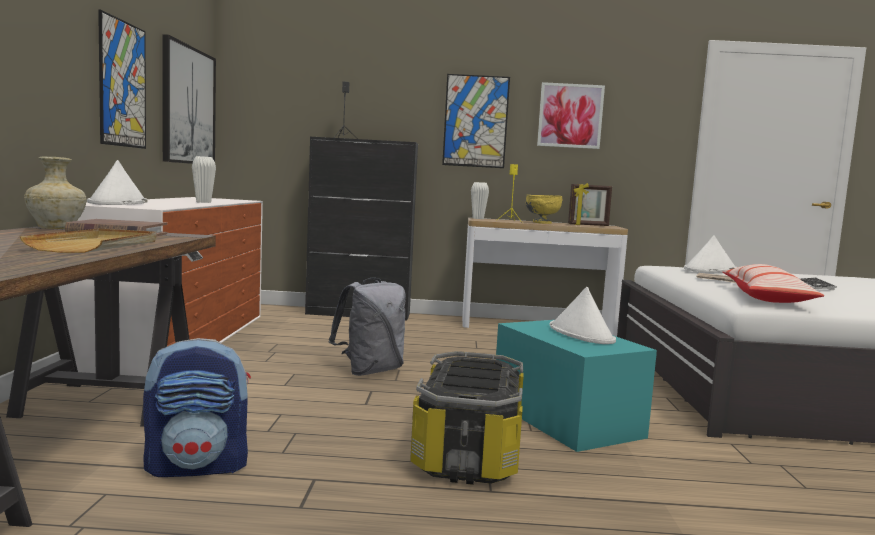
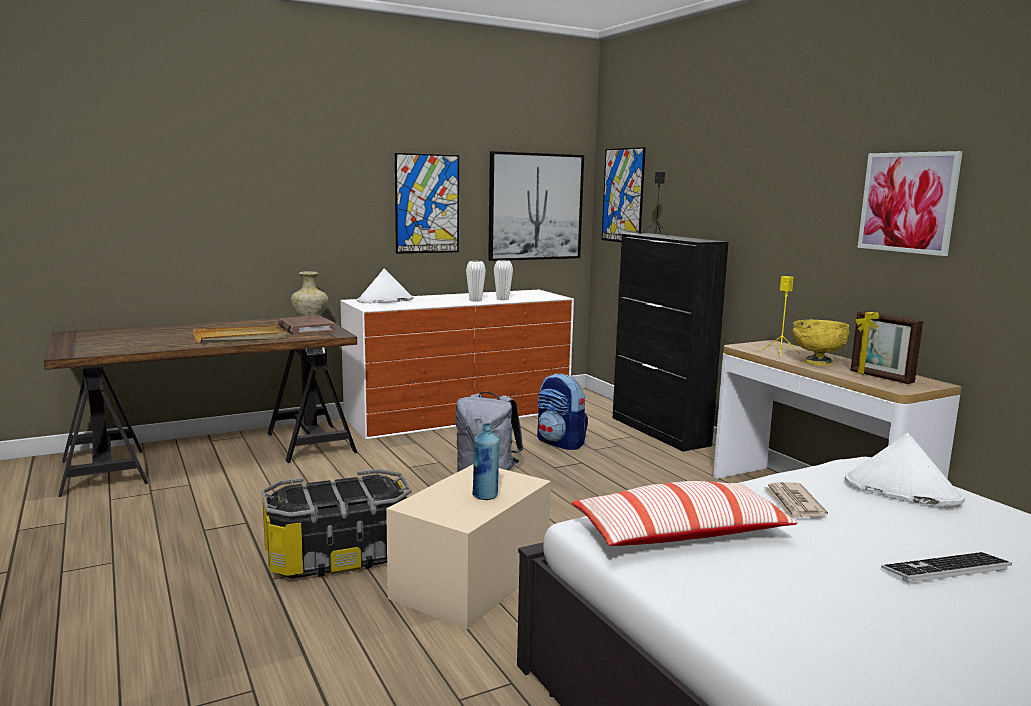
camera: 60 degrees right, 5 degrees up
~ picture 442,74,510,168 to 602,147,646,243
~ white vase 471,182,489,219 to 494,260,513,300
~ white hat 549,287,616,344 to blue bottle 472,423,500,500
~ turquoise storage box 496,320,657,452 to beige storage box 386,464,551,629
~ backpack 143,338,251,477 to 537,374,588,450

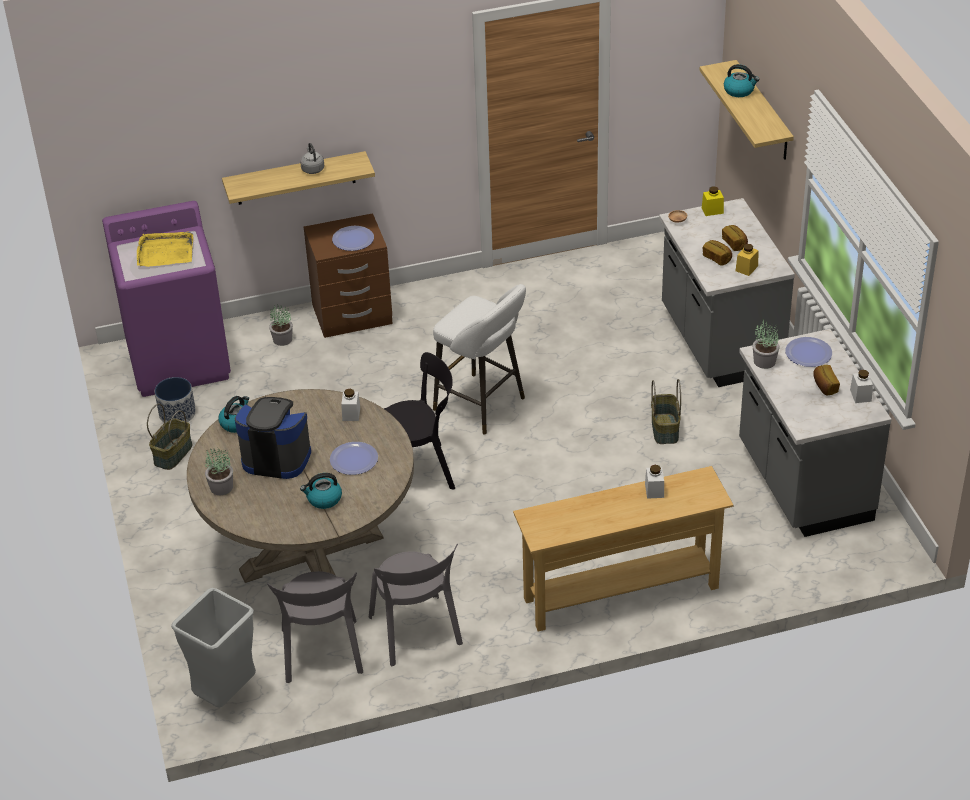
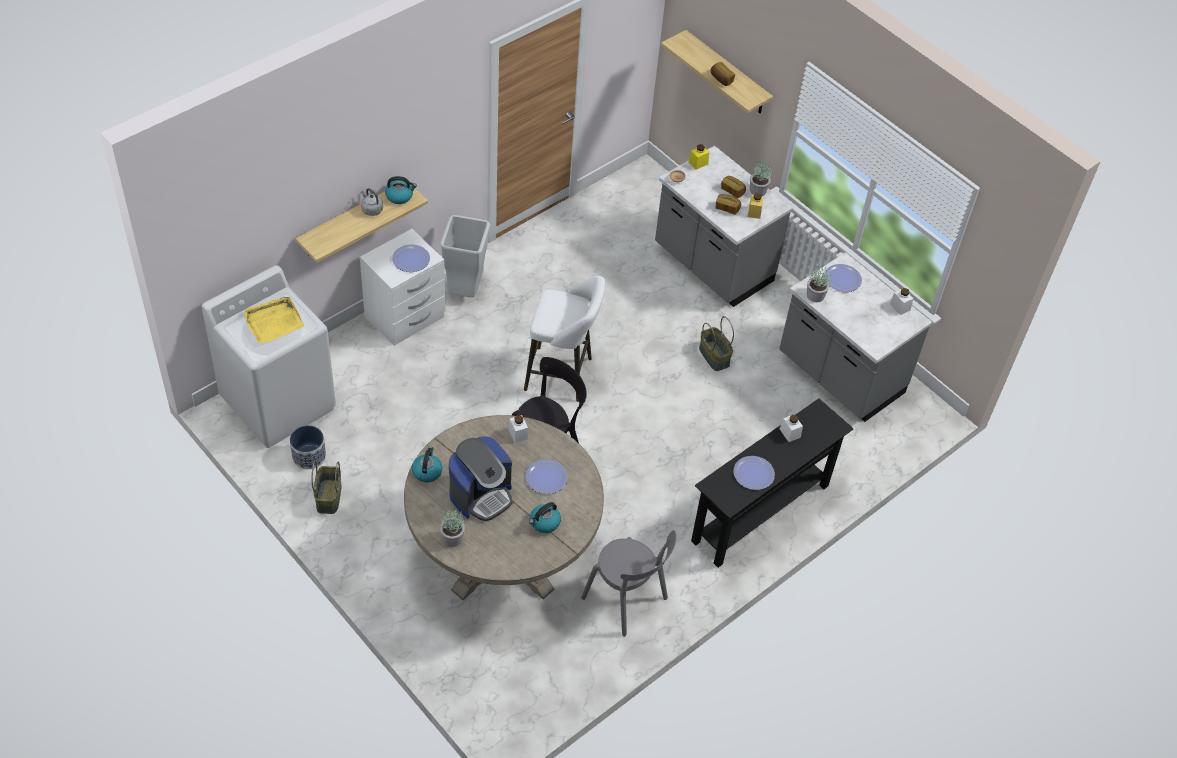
camera: 30 degrees left, 10 degrees up
~ kettle 724,64,760,97 to 385,176,417,204
~ purple washing machine 102,201,231,397 to white washing machine 202,265,336,448
~ brown nightstand 304,213,393,338 to white nightstand 360,229,445,346
~ potted plant 269,304,293,346 to 750,161,772,196
~ bread 813,365,840,395 to 711,62,735,86
~ coffee machine 234,397,311,479 = 449,436,513,521 150 degrees clockwise
~ beige console table 513,466,734,632 to black console table 691,398,854,568
- grey chair 267,571,363,683
~ grey trash can 171,588,256,708 to 440,215,490,298
+ plate 733,456,775,490

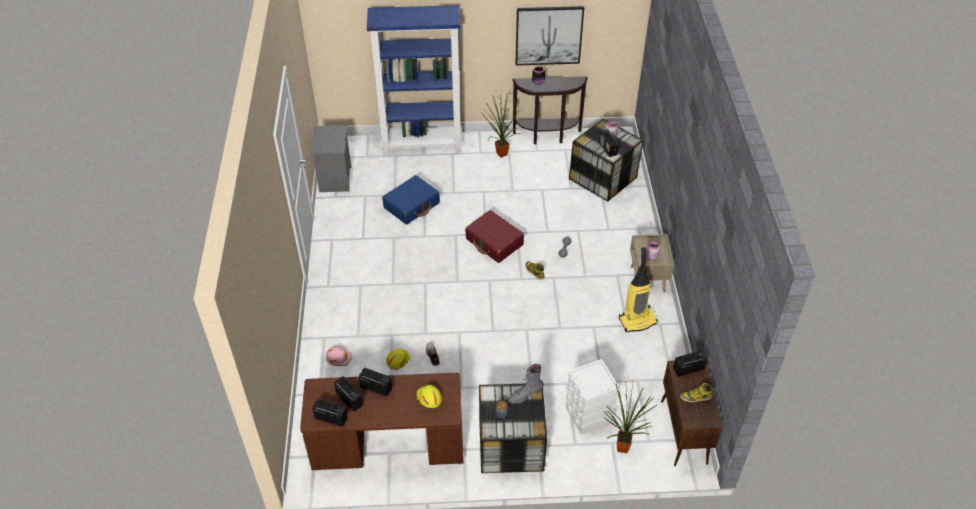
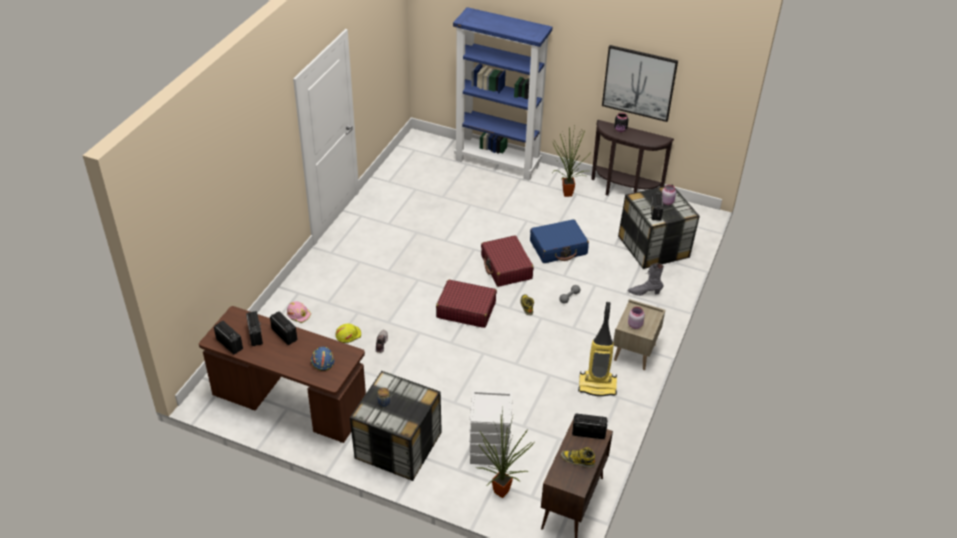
camera: 25 degrees right, 5 degrees down
- grey nightstand 311,125,351,192
~ blue suitcase 382,175,440,225 to 530,219,589,263
~ grey boot 506,364,544,404 to 628,263,664,296
~ yellow hard hat 416,385,442,409 to blue hard hat 311,347,334,371
+ red suitcase 436,280,497,328

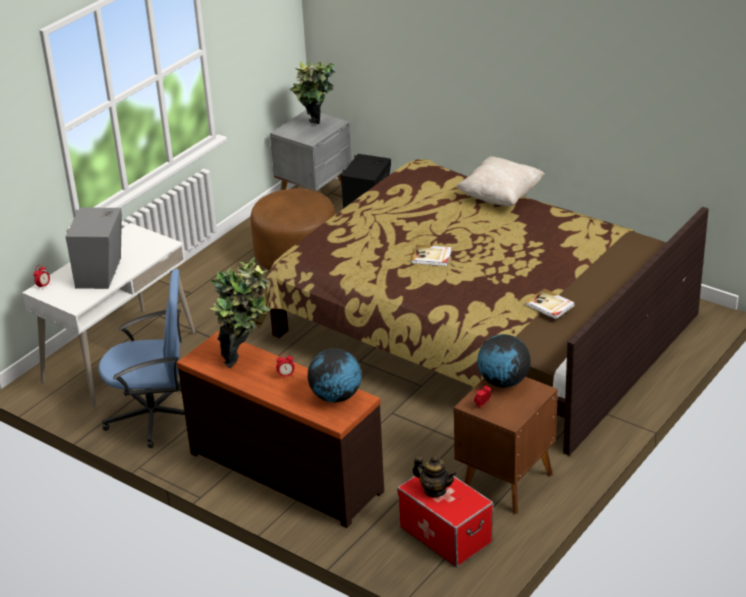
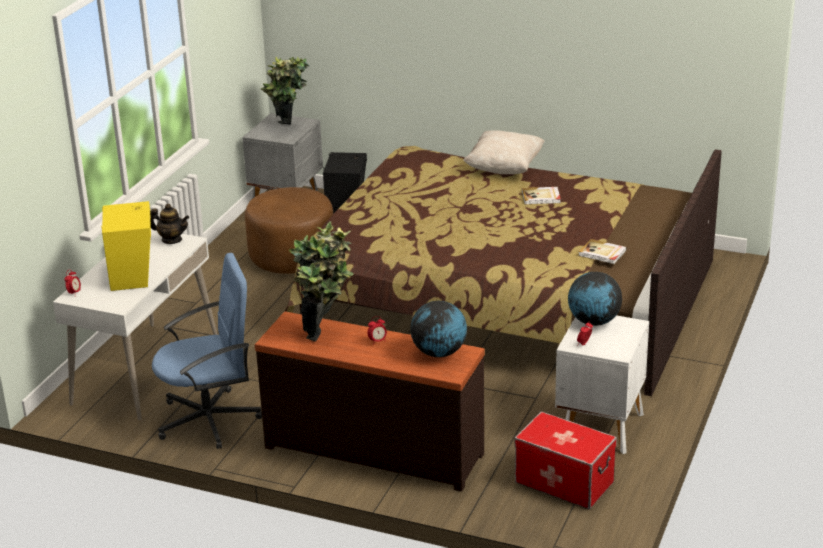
camera: 15 degrees left, 5 degrees down
~ grey speaker 66,207,122,289 to yellow speaker 101,201,151,291
~ book 411,245,452,266 to 522,187,561,205
~ brown nightstand 454,377,558,514 to white nightstand 555,315,649,454
~ teapot 413,456,456,497 to 150,204,189,244

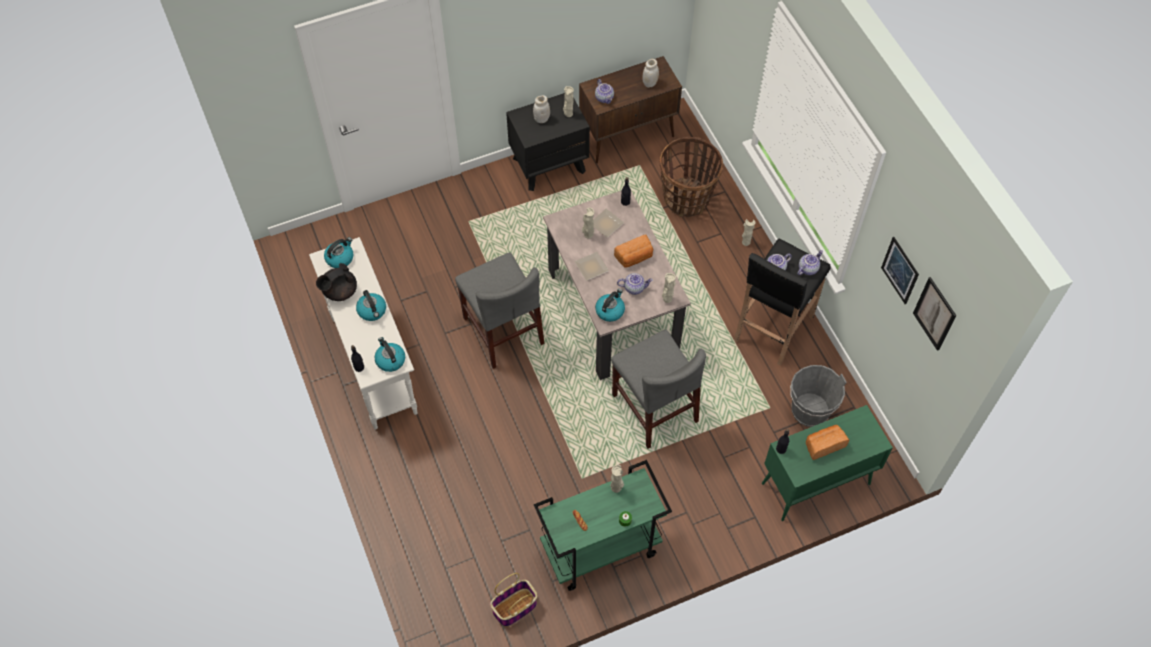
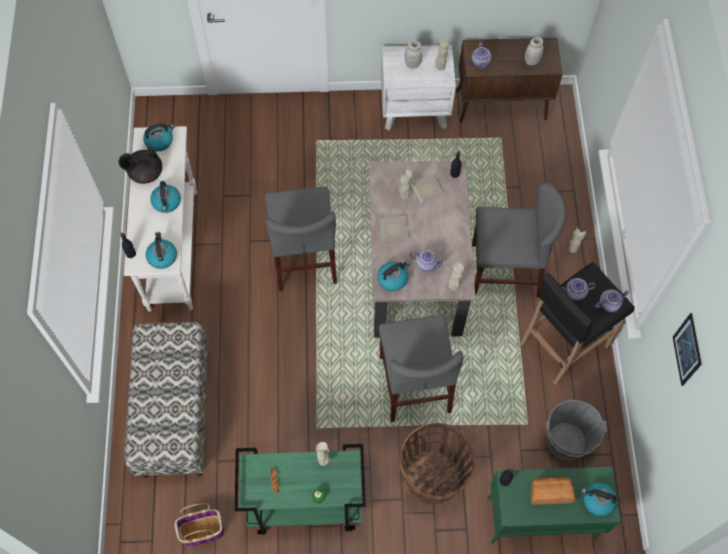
camera: 20 degrees right, 5 degrees up
~ black nightstand 506,93,590,191 to white nightstand 381,45,456,131
~ basket 660,137,723,217 to 400,423,475,504
- bread 614,234,653,268
- picture 913,277,956,351
+ grey chair 472,183,566,297
+ bench 125,322,207,478
+ kettle 581,483,617,516

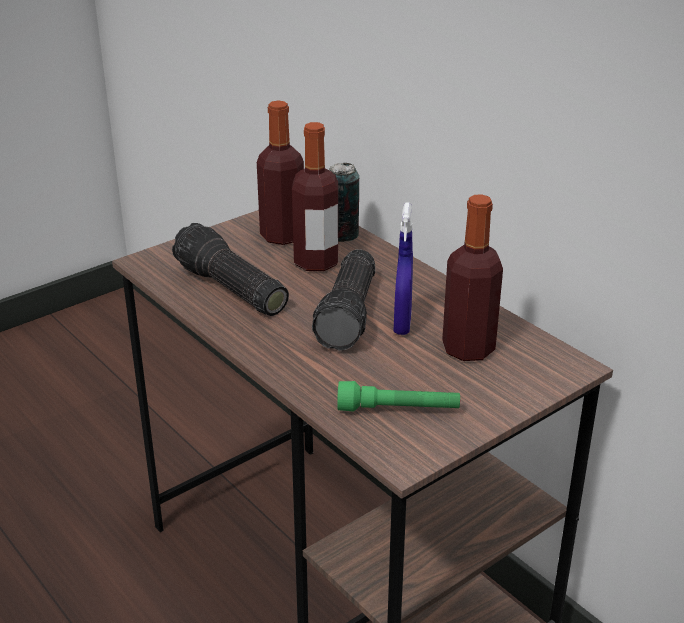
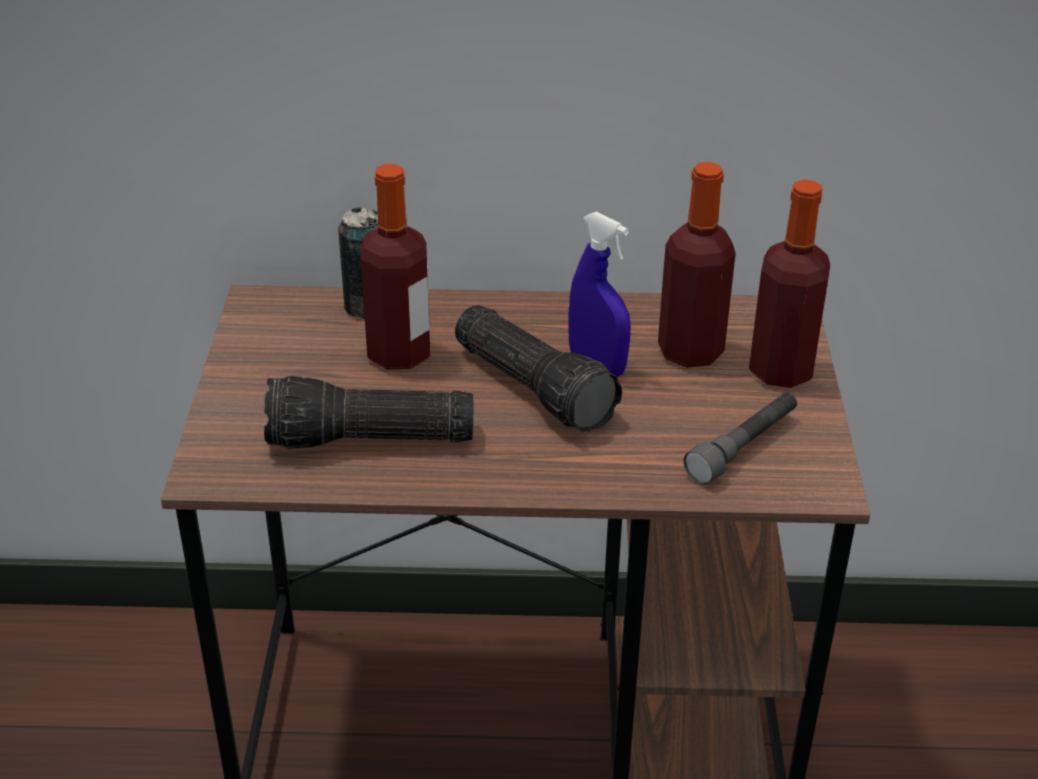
camera: 50 degrees left, 5 degrees up
~ bottle 257,101,304,245 to 749,179,830,388
~ green flashlight 337,381,460,412 to grey flashlight 684,392,797,484

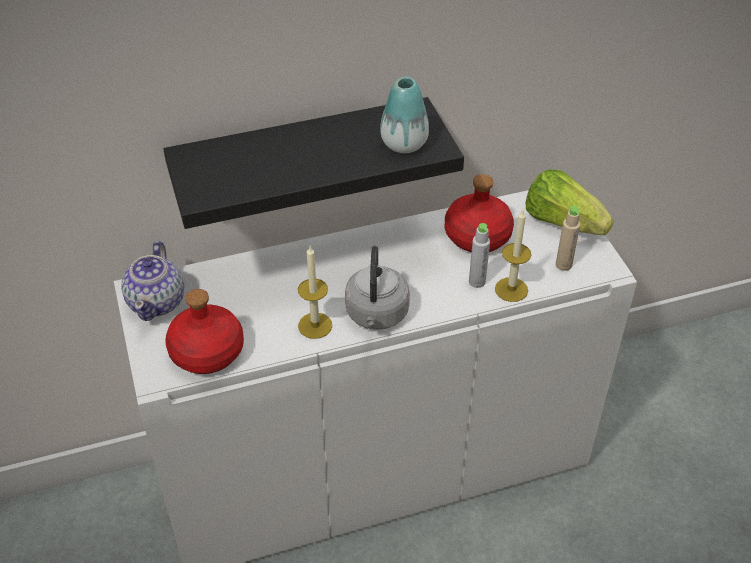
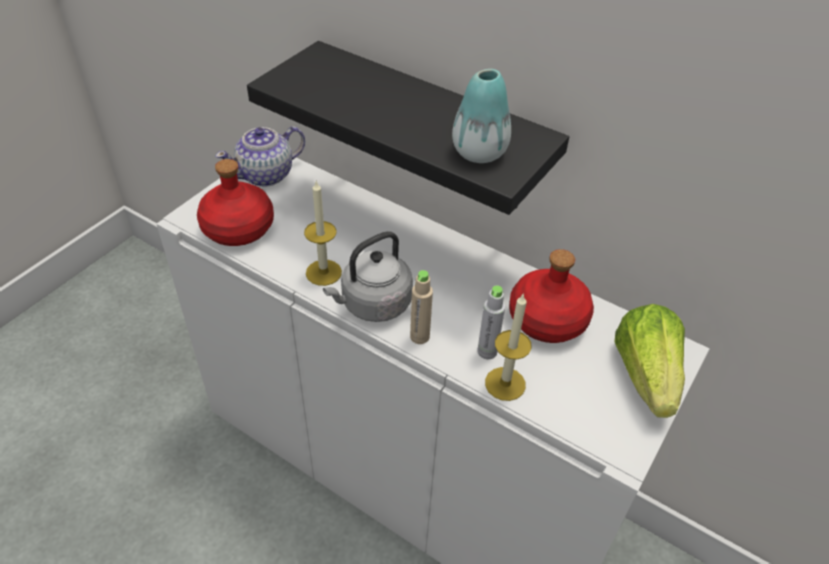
camera: 50 degrees right, 0 degrees up
~ beige bottle 556,206,580,271 to 410,270,433,344

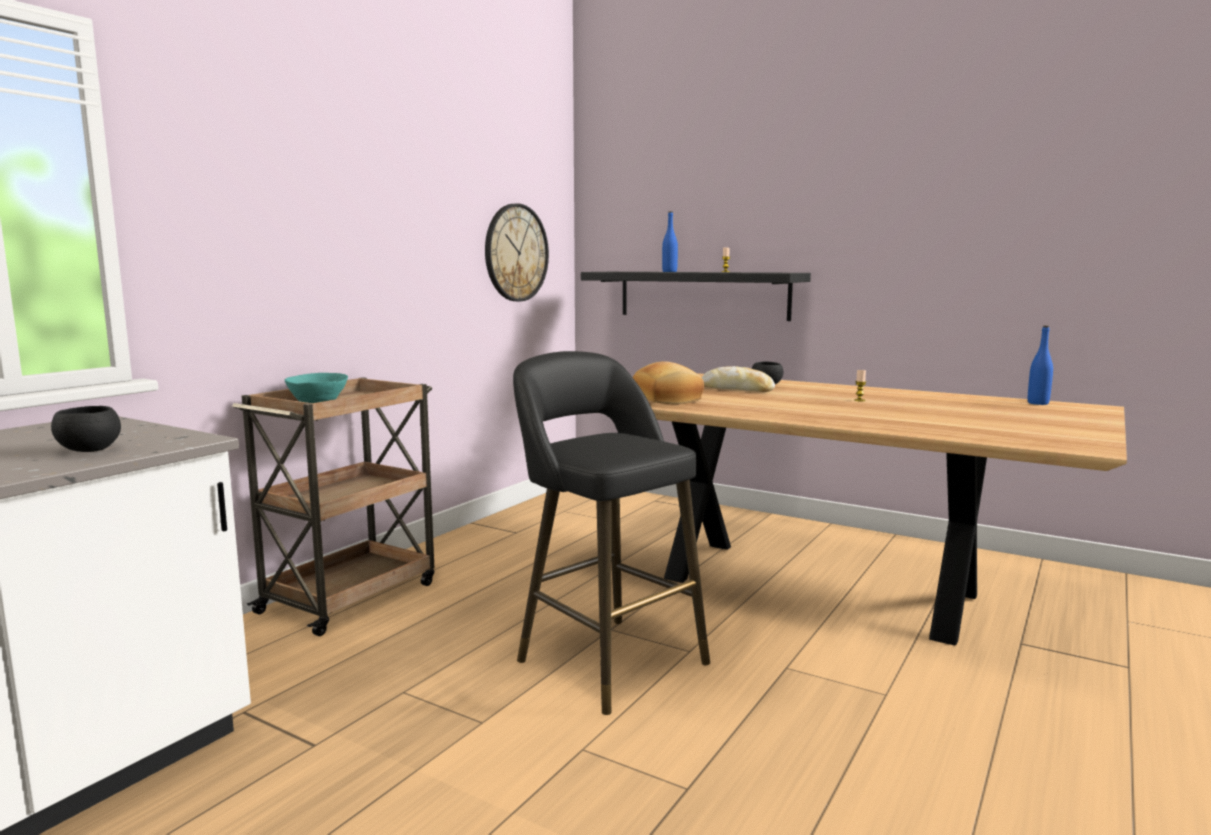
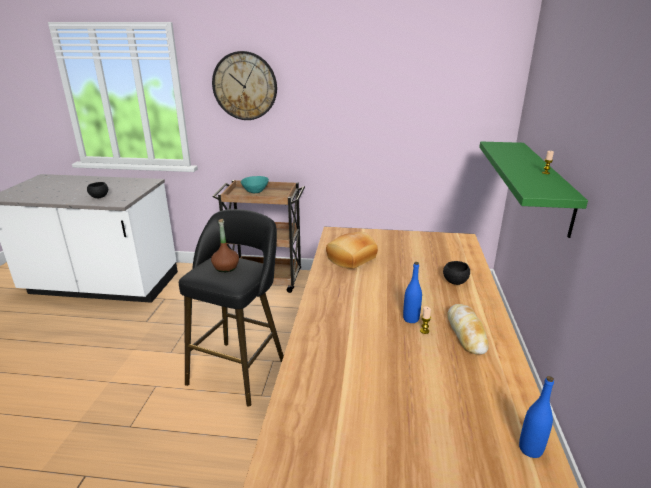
camera: 65 degrees right, 15 degrees up
~ wall clock 485,204,549,302 to 212,51,277,120
~ blue bottle 662,211,678,272 to 403,262,422,323
~ black shelf 581,272,811,321 to green shelf 479,142,588,238
~ bread 702,366,775,392 to 447,304,489,354
+ brown bottle 211,219,239,273

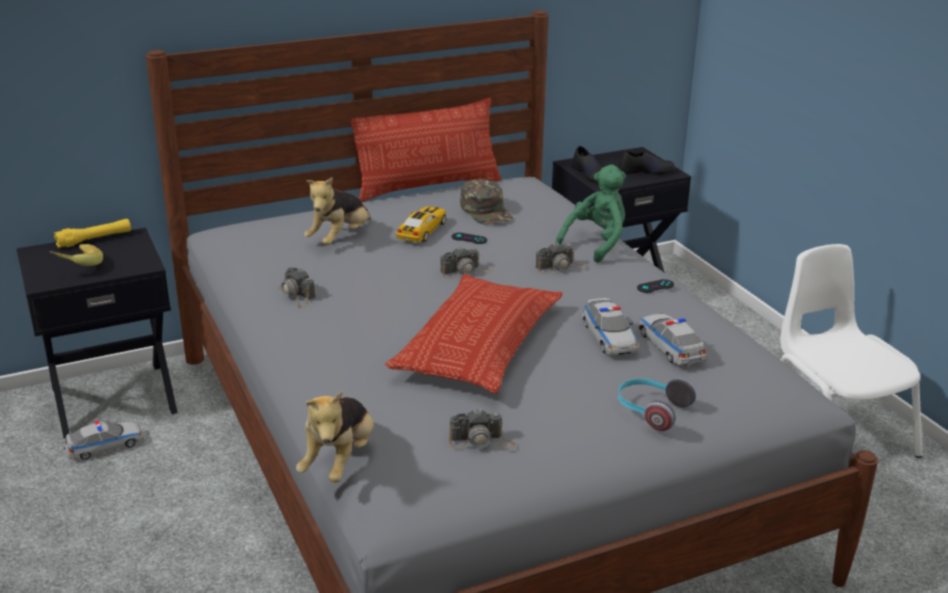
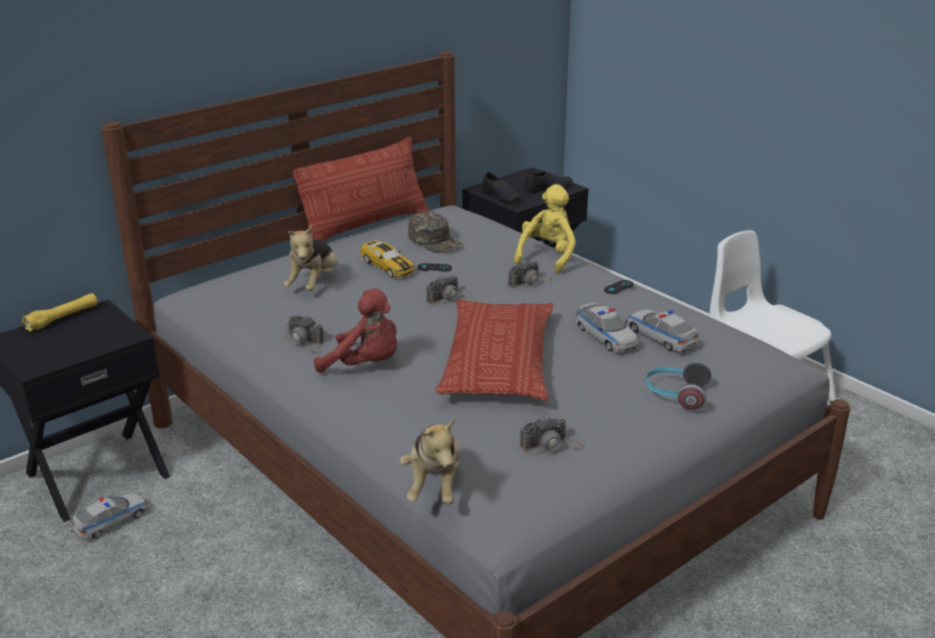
camera: 15 degrees left, 0 degrees up
~ green plush toy 556,165,626,263 to yellow plush toy 514,184,576,274
~ toy car 396,206,446,243 = 360,240,414,278 135 degrees clockwise
- banana 50,244,103,266
+ red plush toy 314,289,397,373

